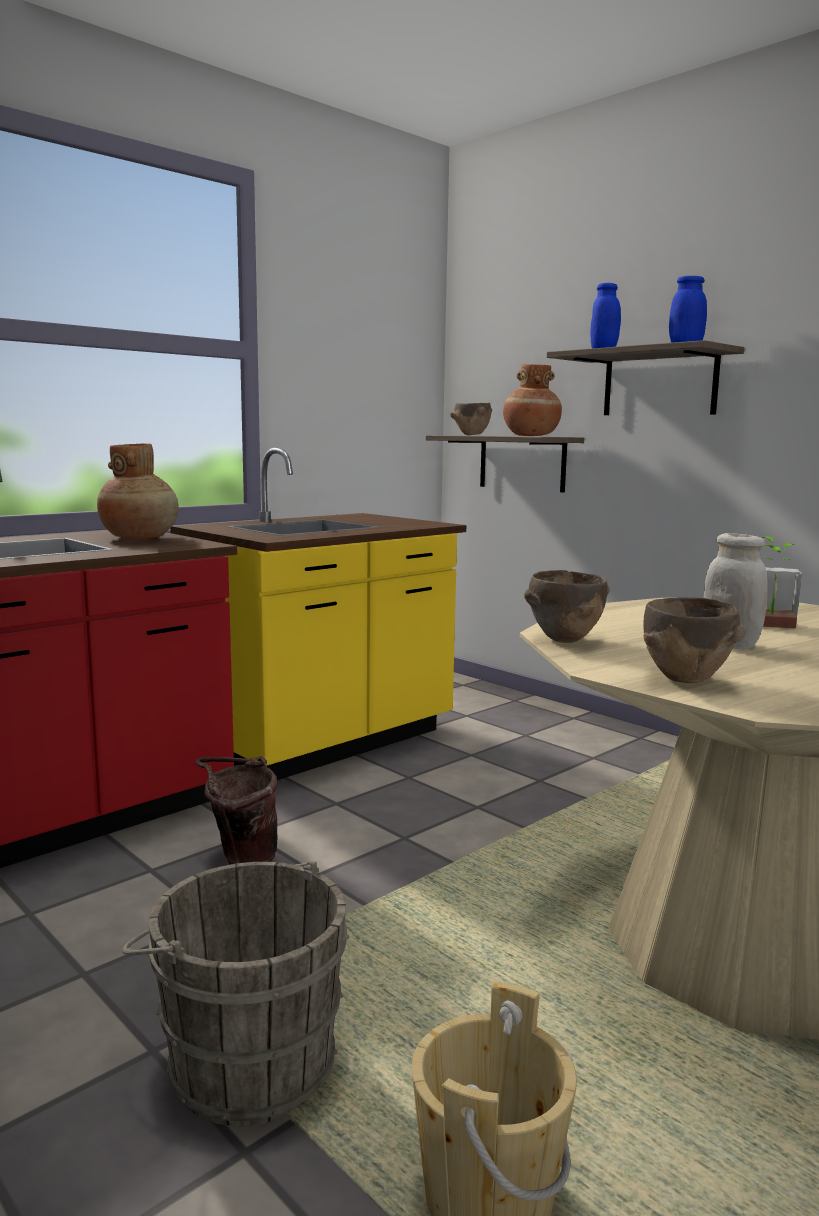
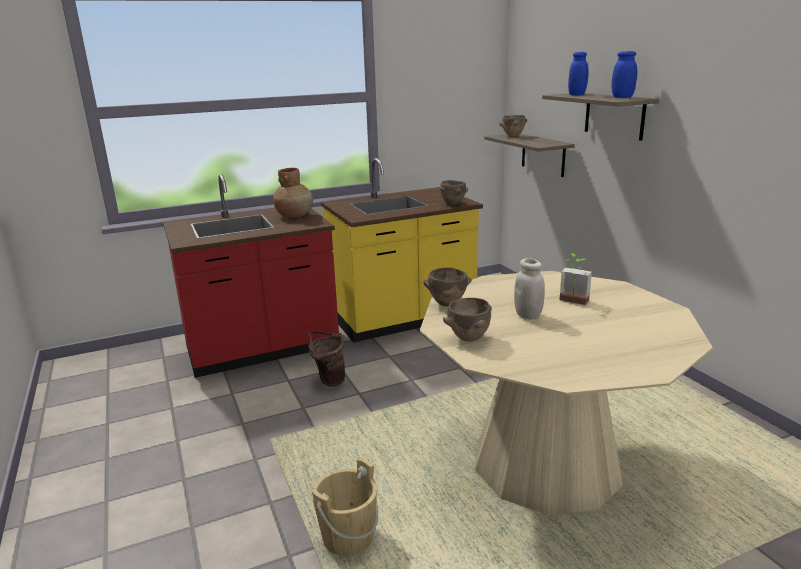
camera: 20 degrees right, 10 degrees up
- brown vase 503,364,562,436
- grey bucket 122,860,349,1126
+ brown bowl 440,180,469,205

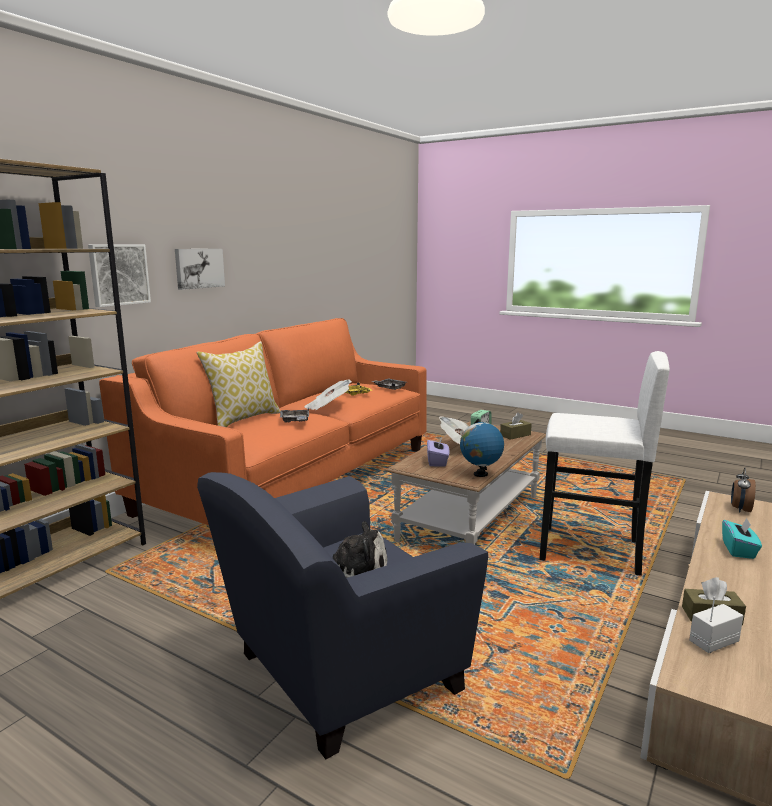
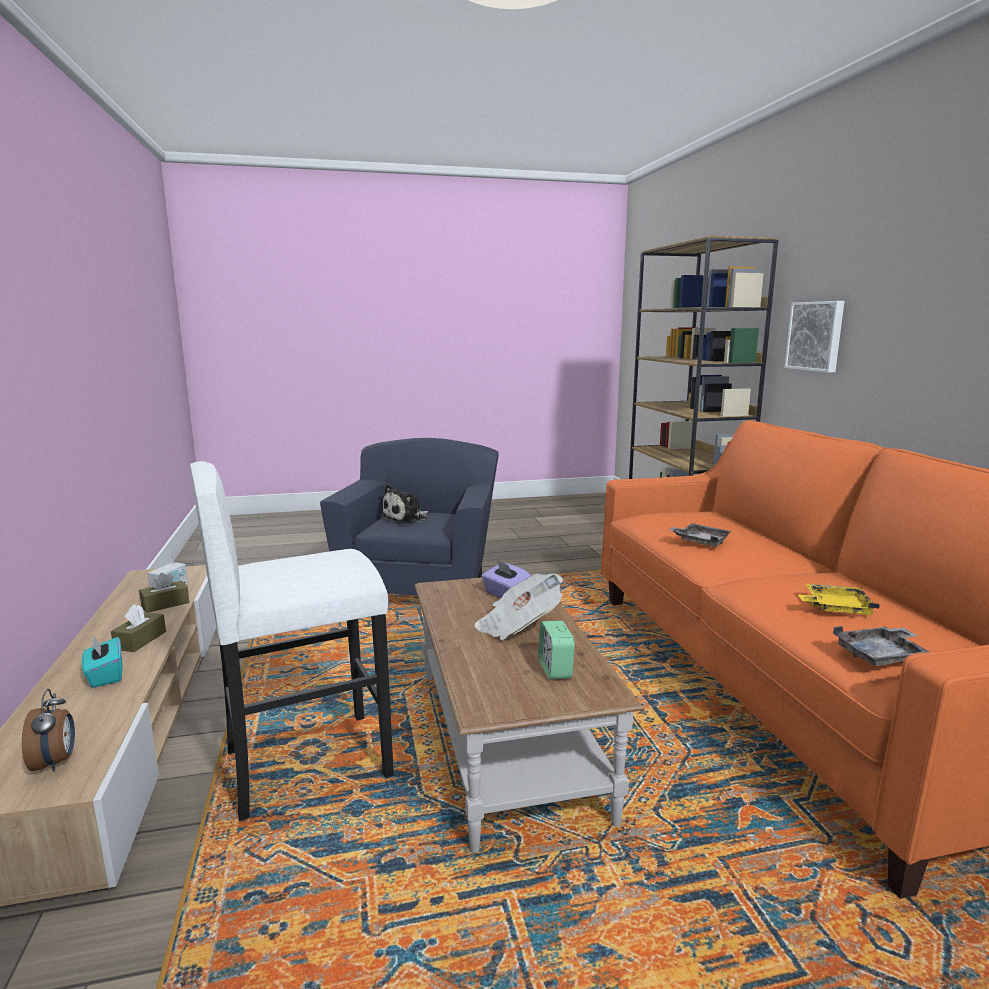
camera: 135 degrees right, 0 degrees up
- picture 175,249,225,290
- pillow 197,341,281,427
- newspaper 305,380,352,410
~ brown tissue box 500,412,532,440 to 111,604,166,652
- globe 460,419,504,477

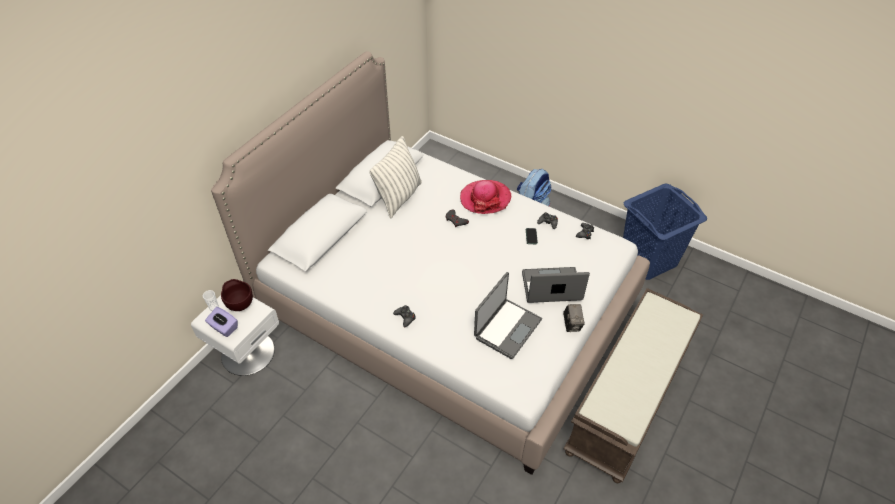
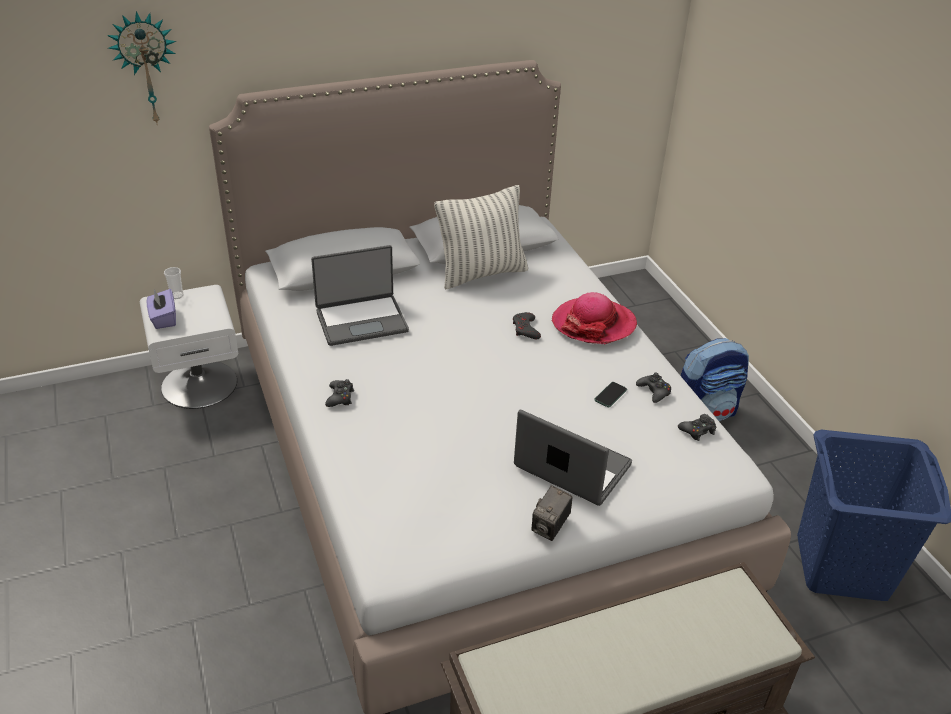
camera: 35 degrees right, 10 degrees down
~ laptop 474,272,542,359 to 311,245,409,346
- brown bowl 221,279,253,311
+ wall clock 107,11,176,123

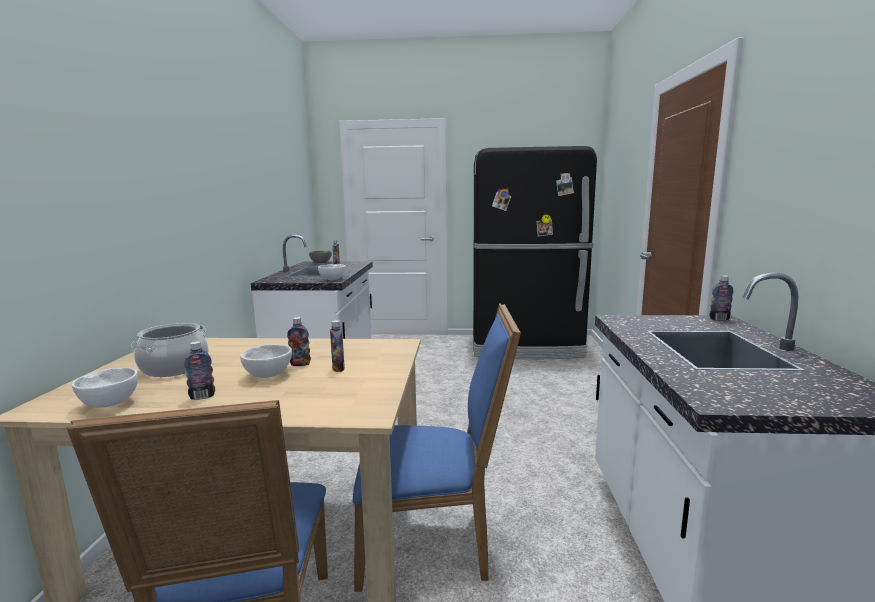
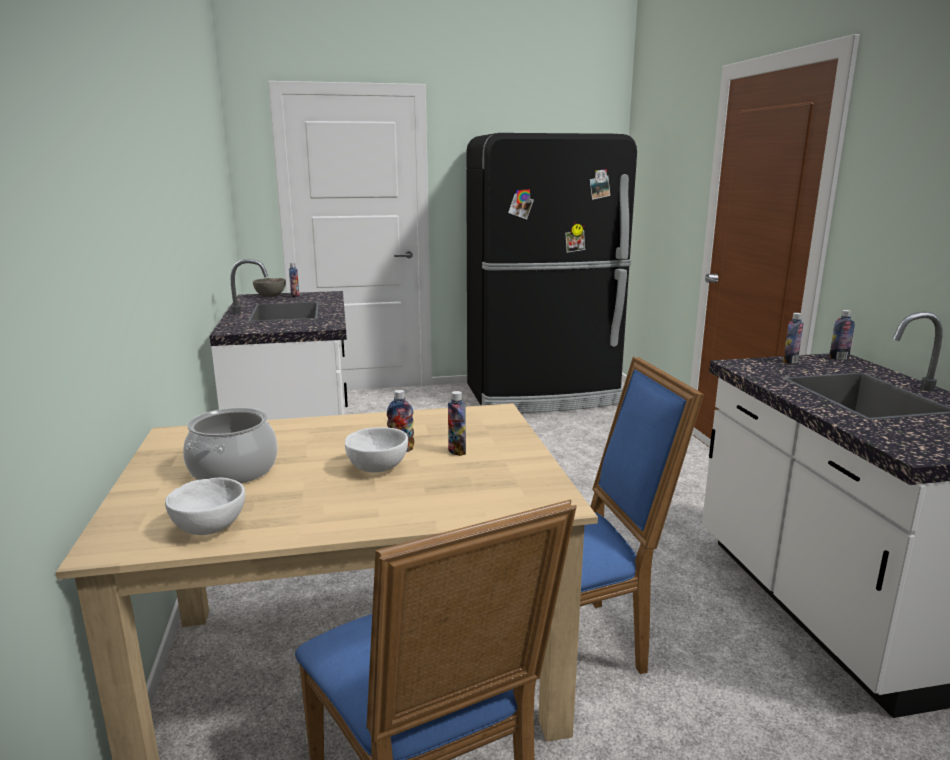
camera: 15 degrees left, 5 degrees up
- white bowl 318,264,346,280
~ bottle 184,341,215,400 to 783,313,804,364

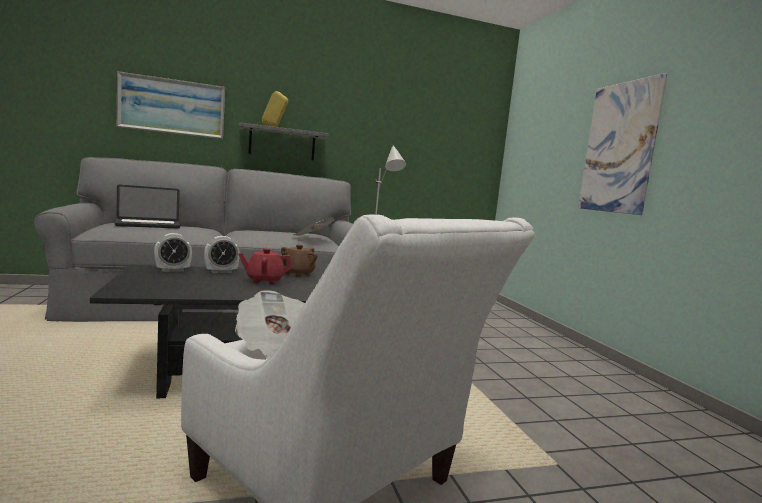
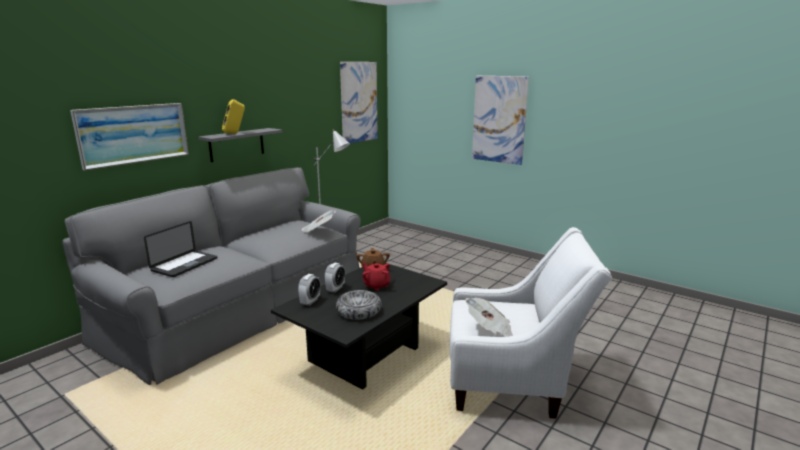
camera: 35 degrees left, 10 degrees up
~ red teapot 238,248,292,284 = 362,263,391,291 90 degrees clockwise
+ picture 340,62,378,143
+ bowl 336,290,382,320

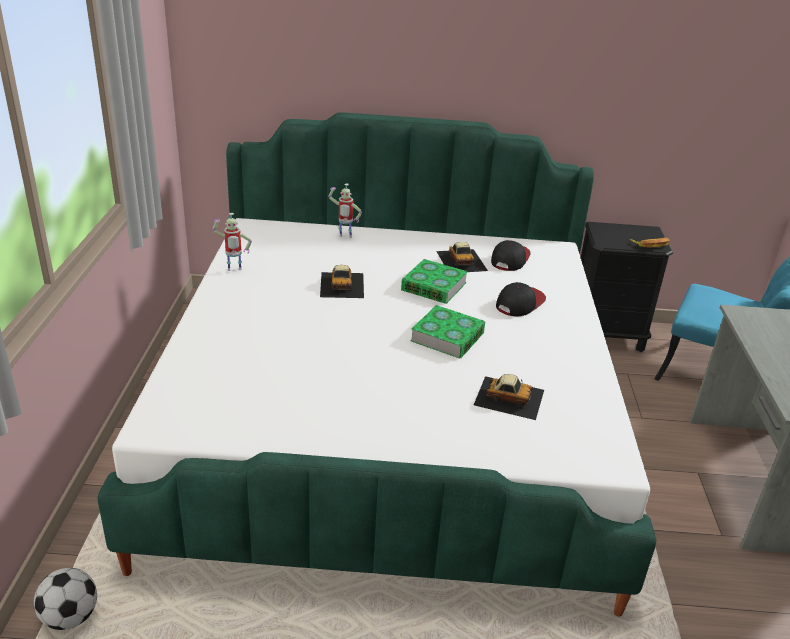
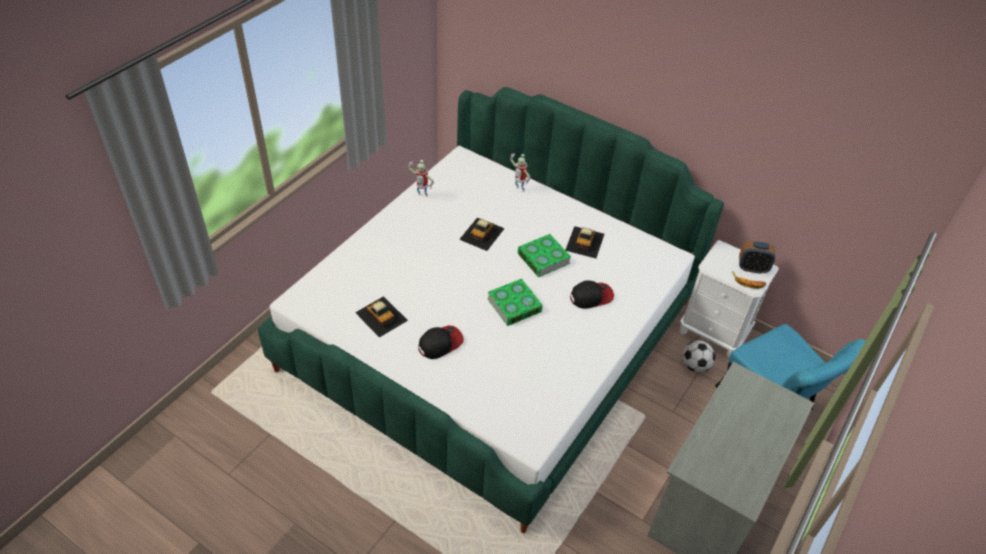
camera: 30 degrees right, 15 degrees up
~ black nightstand 581,222,673,352 to white nightstand 680,240,779,358
~ cap 491,240,531,271 to 418,326,464,359
~ toy car 474,374,544,420 to 355,296,408,338
~ football 34,568,97,630 to 683,340,715,372
+ alarm clock 739,241,775,274

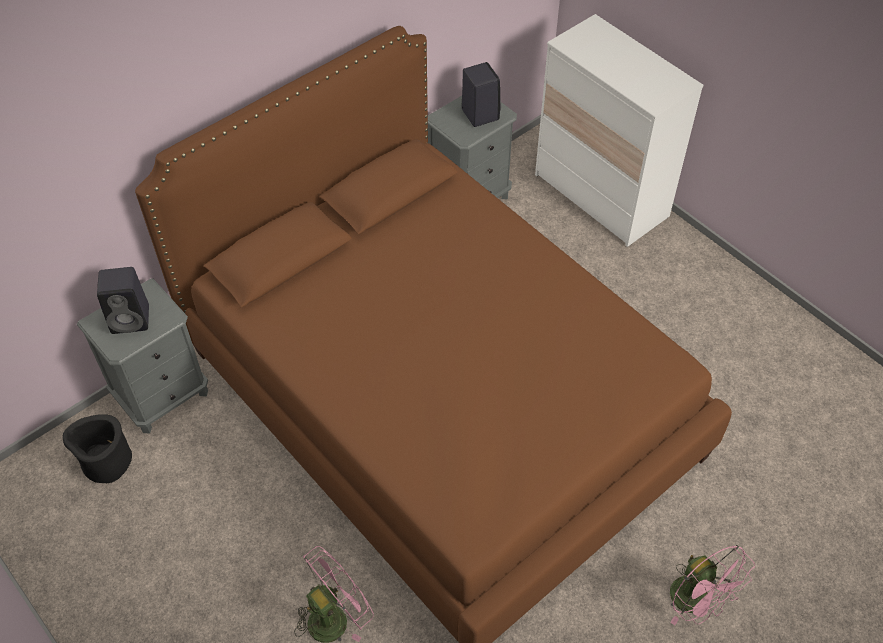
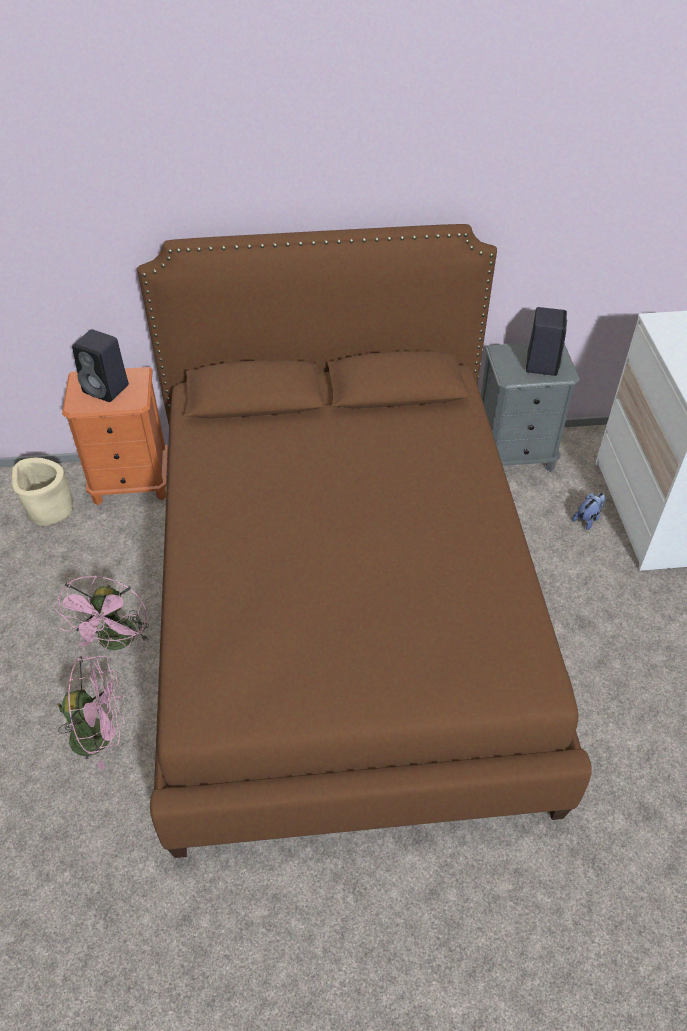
camera: 35 degrees right, 5 degrees down
~ grey nightstand 77,279,208,434 to orange nightstand 62,367,168,505
~ black planter 63,414,132,483 to beige planter 12,458,73,526
~ pink fan 670,545,755,625 to 54,576,149,652
+ plush toy 572,493,605,530

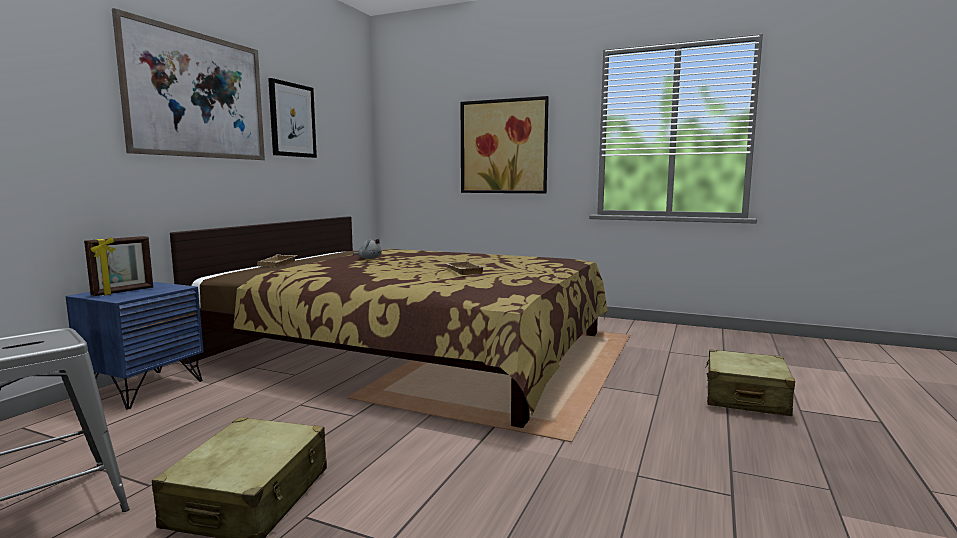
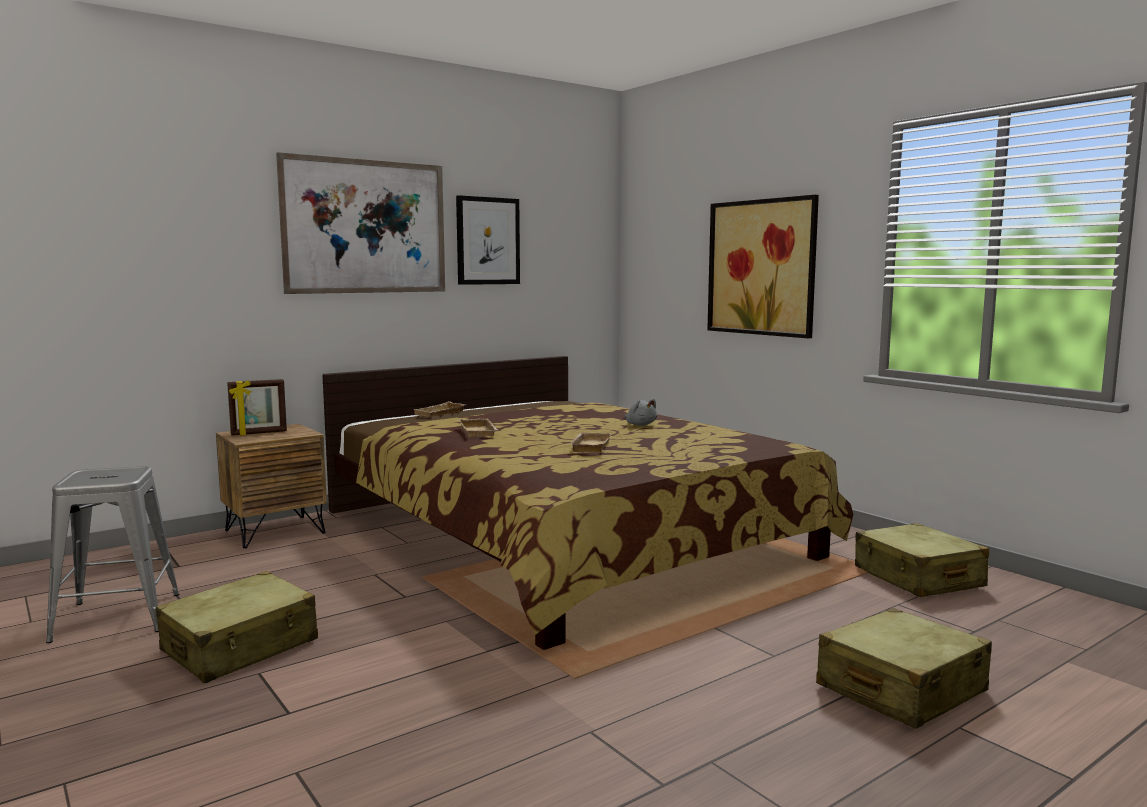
camera: 30 degrees right, 0 degrees up
~ grey plush toy 353,238,382,259 to 624,399,657,426
~ blue nightstand 66,282,203,410 to brown nightstand 216,424,327,548
+ beige tray 459,418,498,438
+ beige suitcase 855,523,989,597

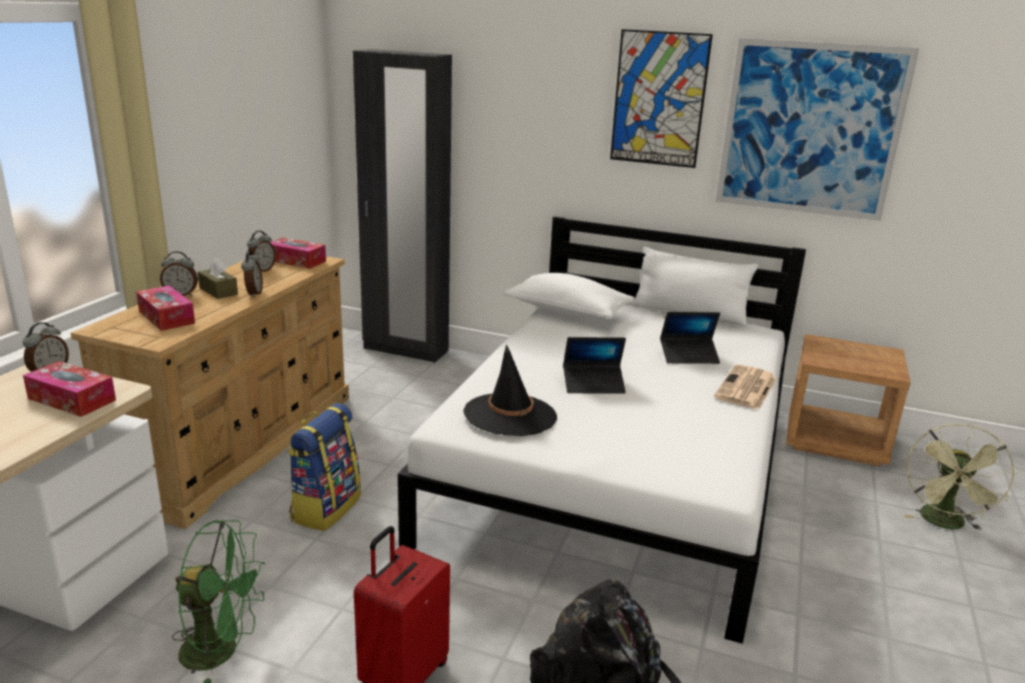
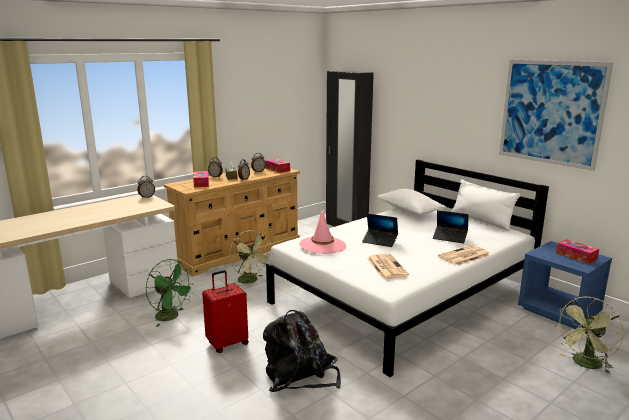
camera: 30 degrees right, 5 degrees down
- picture 610,29,713,168
~ brown nightstand 786,334,911,466 to blue nightstand 518,241,612,329
~ black hat 463,344,557,436 to pink hat 299,210,346,254
~ tissue box 23,361,116,417 to 556,239,599,264
~ backpack 287,403,361,531 to green fan 230,230,271,286
+ newspaper 367,254,409,279

